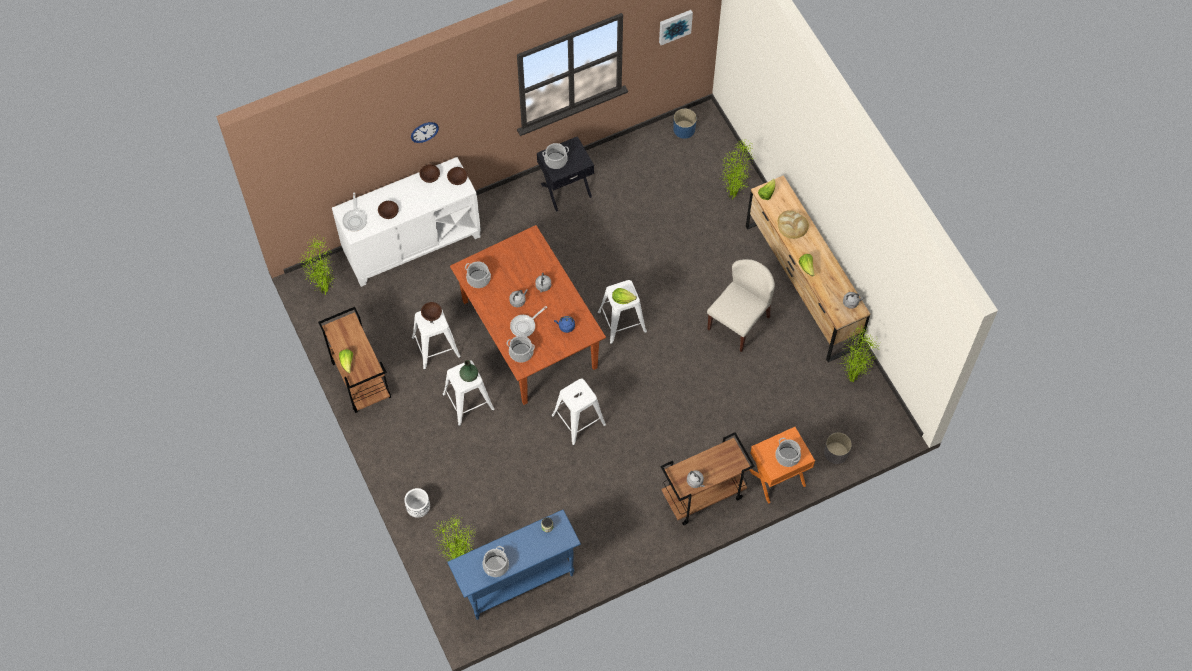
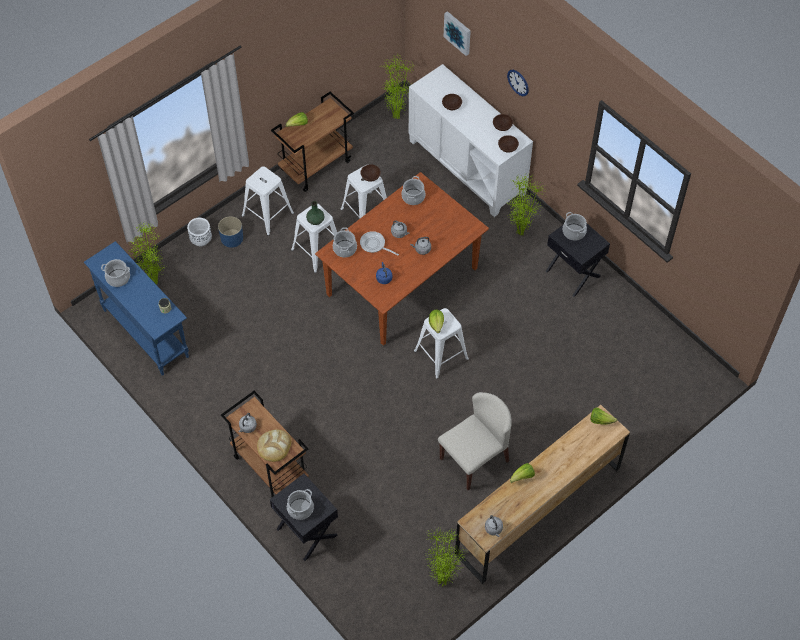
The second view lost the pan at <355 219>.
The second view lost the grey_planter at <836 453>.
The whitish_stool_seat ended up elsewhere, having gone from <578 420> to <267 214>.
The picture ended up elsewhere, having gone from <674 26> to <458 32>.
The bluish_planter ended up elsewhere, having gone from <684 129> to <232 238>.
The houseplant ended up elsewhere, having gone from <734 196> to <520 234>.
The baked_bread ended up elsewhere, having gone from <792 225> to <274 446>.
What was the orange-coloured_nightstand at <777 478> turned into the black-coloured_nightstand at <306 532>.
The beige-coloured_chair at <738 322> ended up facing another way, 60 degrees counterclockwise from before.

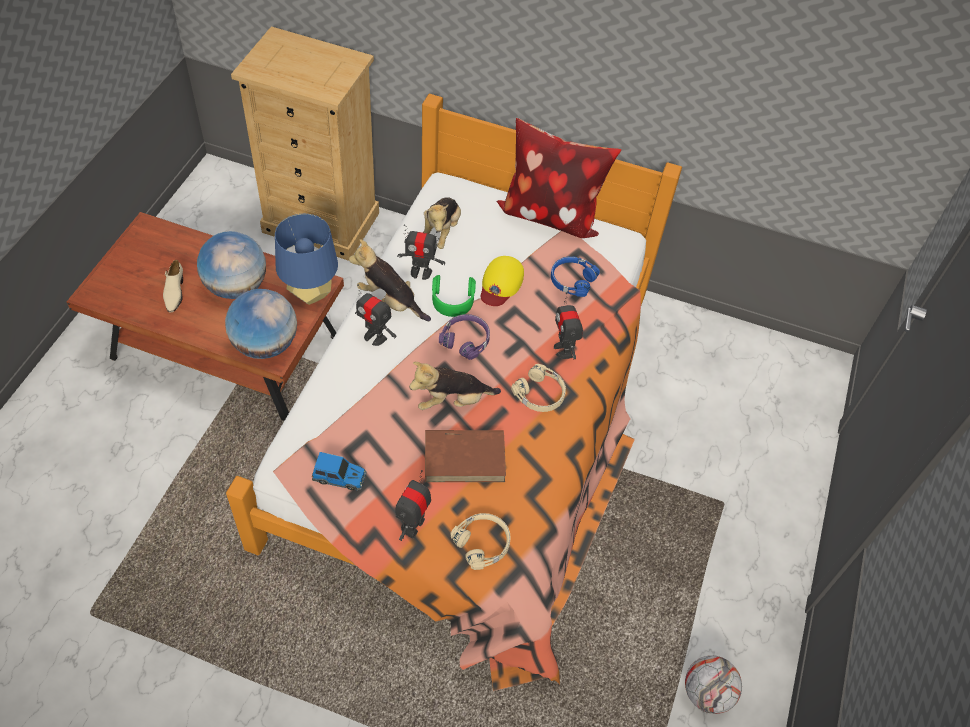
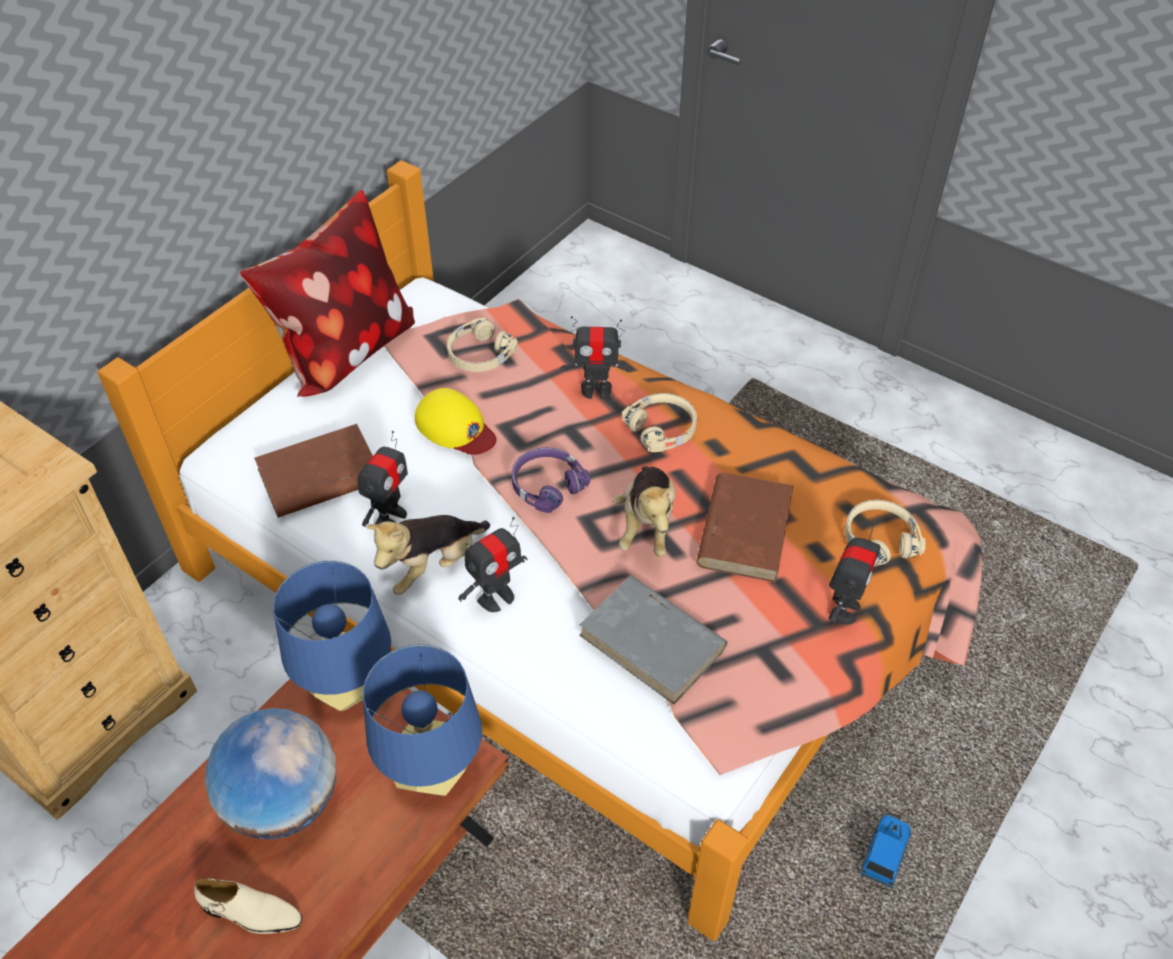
The second view lost the green_pair_of_headphones at <453 300>.
The second view lost the football at <707 693>.
The second view gained the grey_book at <653 642>.
The miniature_car ended up elsewhere, having gone from <340 477> to <884 854>.
Where the world_globe stood at <265 344>, the bluish_tabletop_lamp came to stand at <432 772>.
Where the plush_toy stood at <441 231>, the brown-coloured_book came to stand at <319 477>.
What was the bluish_pair_of_headphones at <572 280> turned into the beige-coloured_pair_of_headphones at <479 354>.
The robot_figure at <413 525> ended up facing another way, 105 degrees counterclockwise from before.

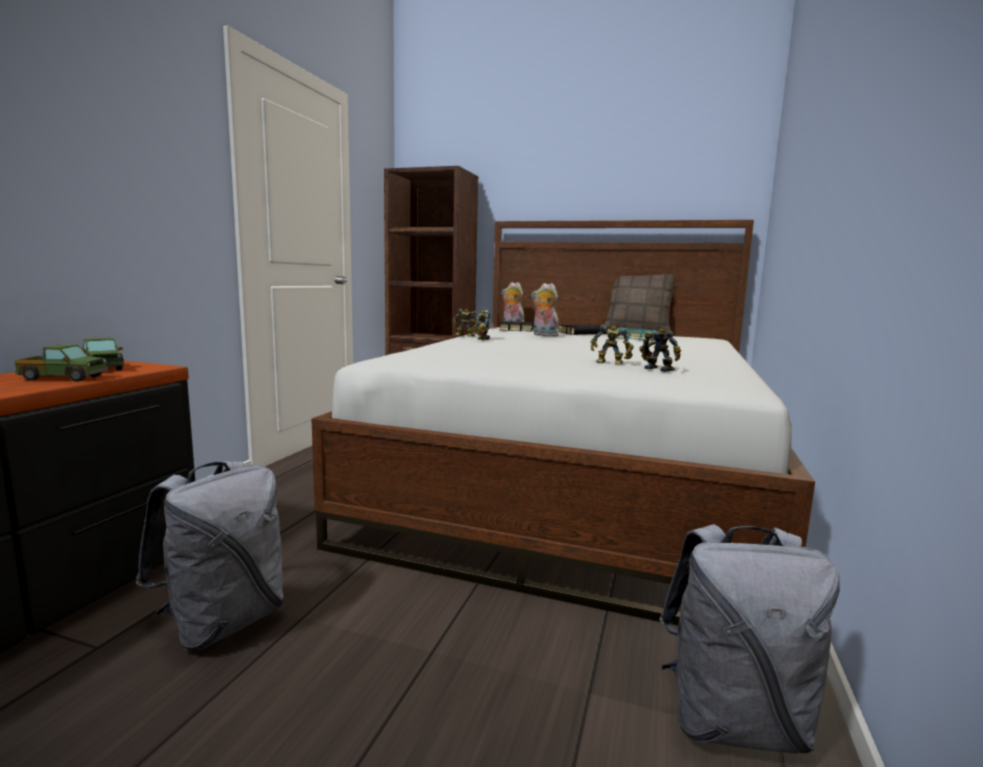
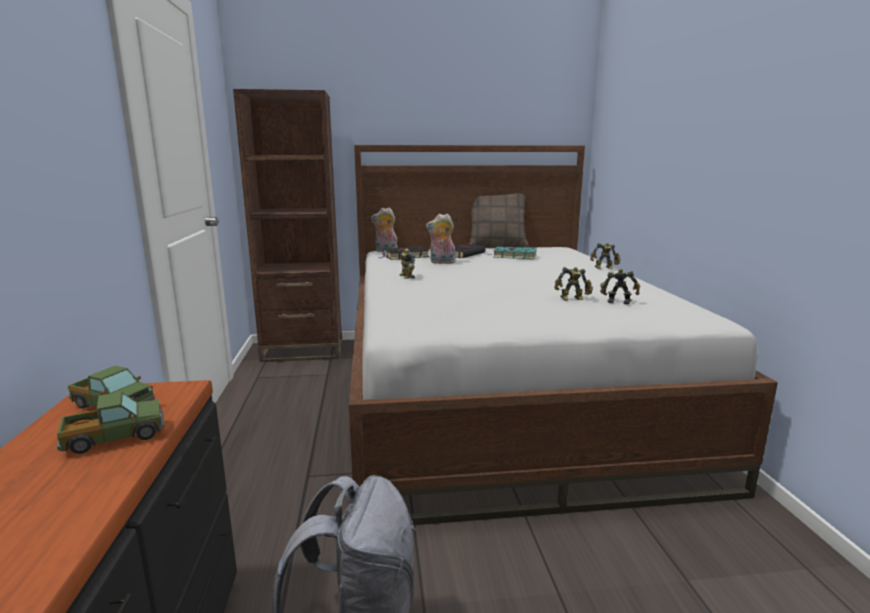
The second view lost the grey_backpack at <733 721>.
The robot_figure ended up elsewhere, having gone from <464 336> to <604 268>.

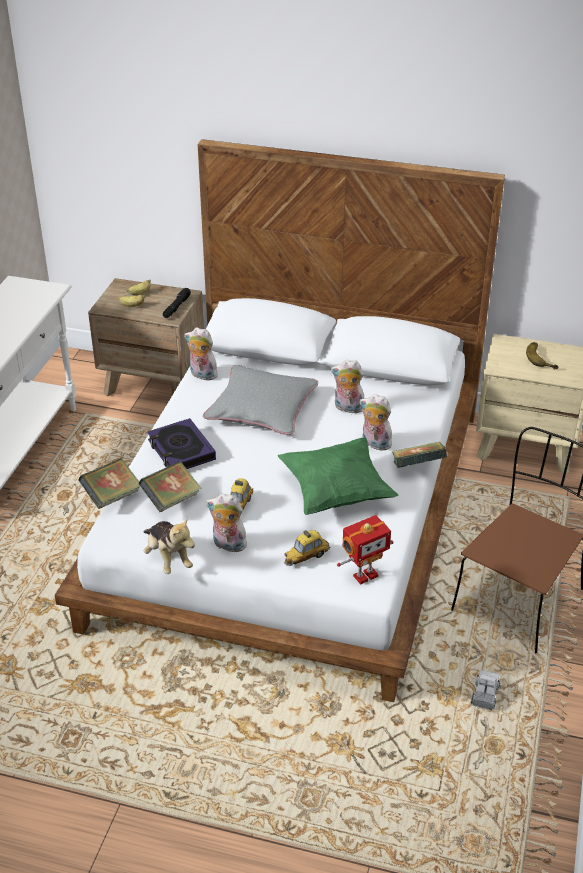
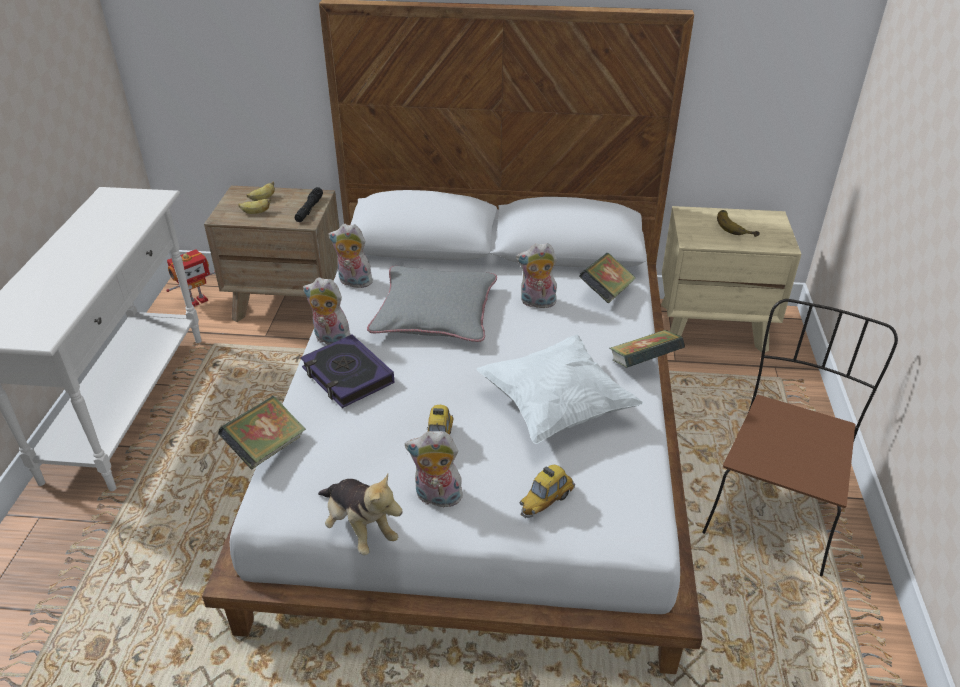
The second view lost the toy_lorry at <485 695>.
The book ended up elsewhere, having gone from <171 499> to <606 293>.
The robot_figure ended up elsewhere, having gone from <364 575> to <197 301>.
The plush_toy ended up elsewhere, having gone from <374 444> to <330 339>.
What was the green_throw_pillow at <336 492> turned into the whitish_throw_pillow at <556 407>.

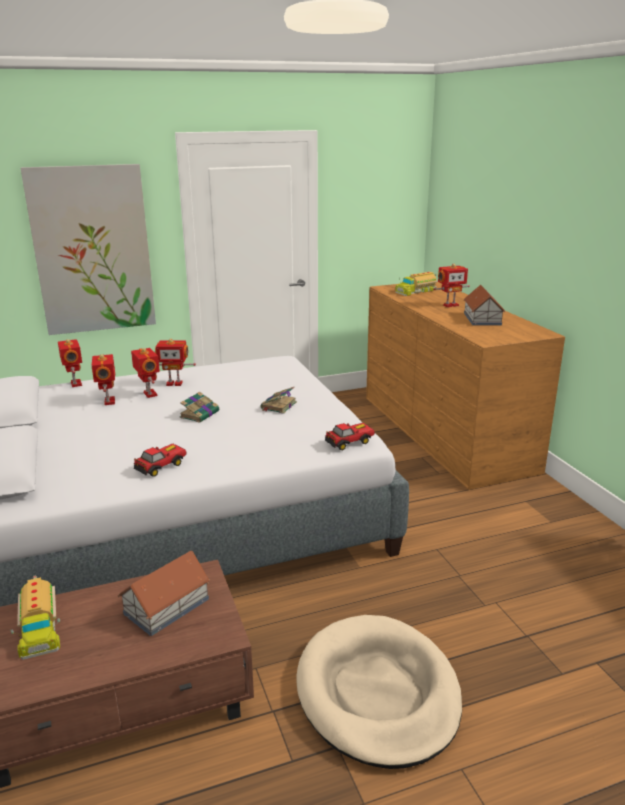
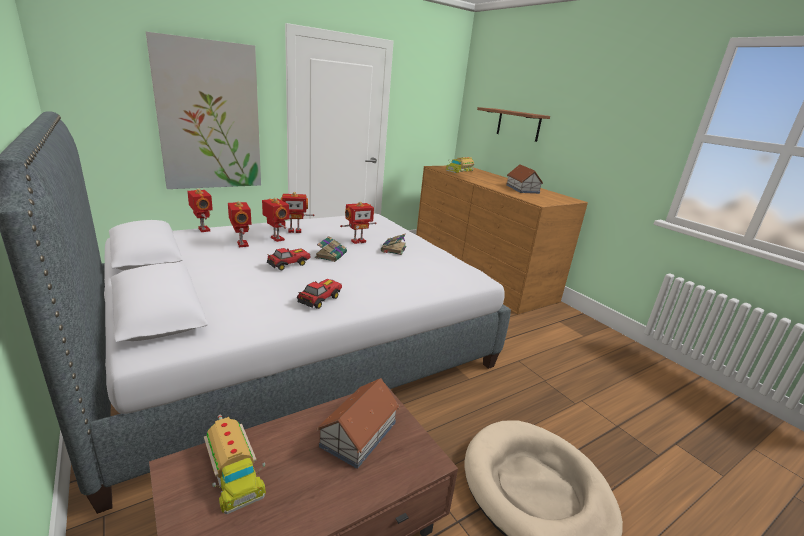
The second view gained the wall_shelf at <518 125>.
The miniature_car ended up elsewhere, having gone from <350 442> to <289 264>.
The robot_figure ended up elsewhere, having gone from <450 305> to <358 241>.

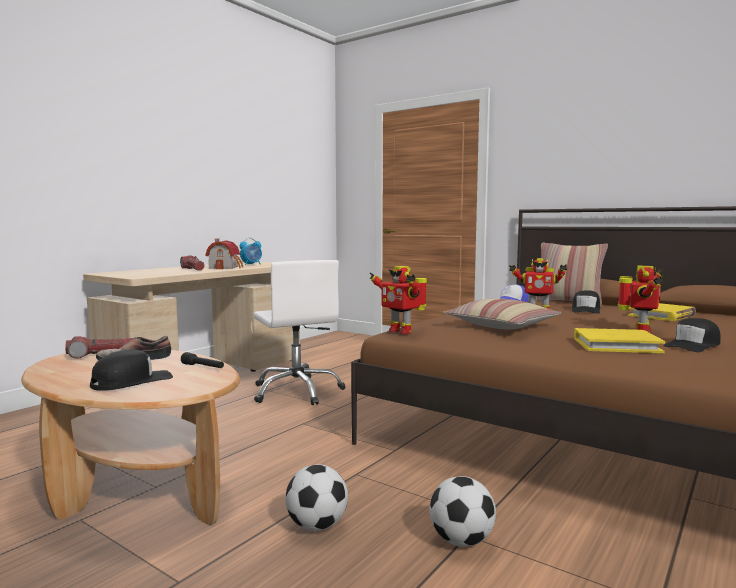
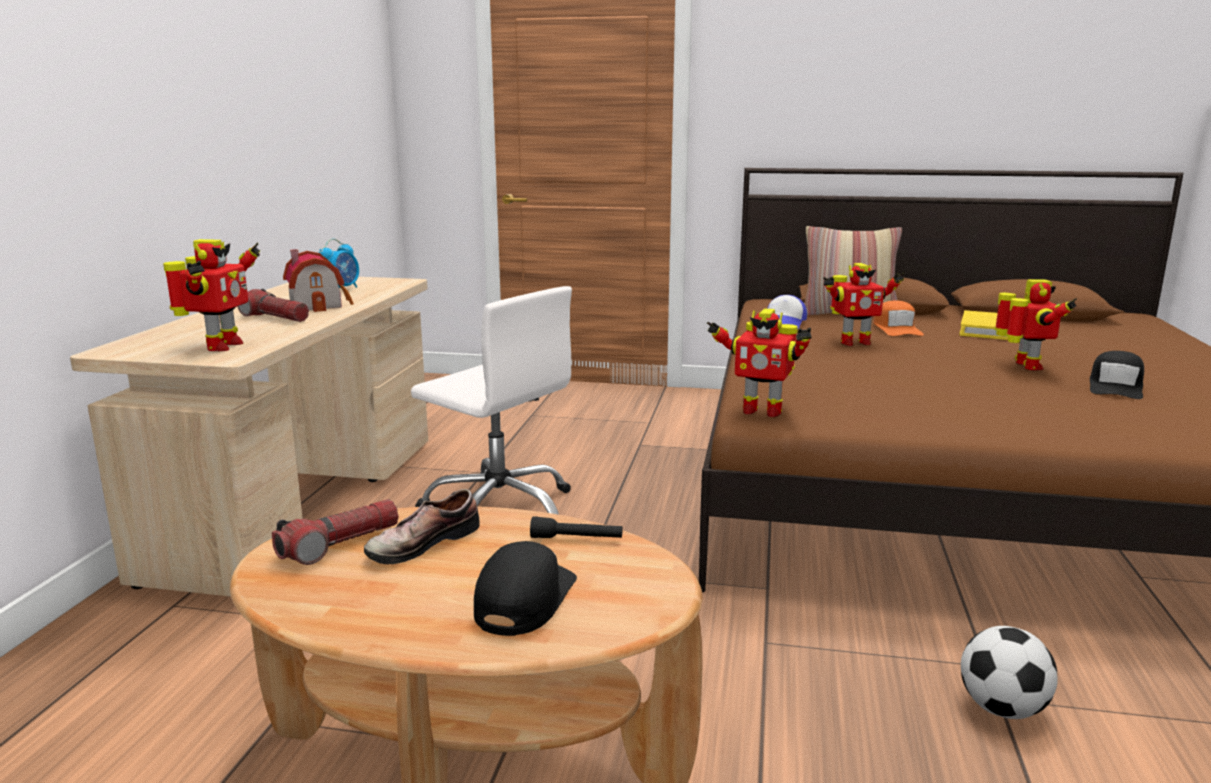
The second view lost the football at <317 526>.
The second view lost the throw_pillow at <501 326>.
The second view lost the yellowish_book at <616 345>.
The second view gained the robot_figure at <220 346>.
What was the black-coloured_cap at <586 310> turned into the orange-coloured_cap at <896 329>.

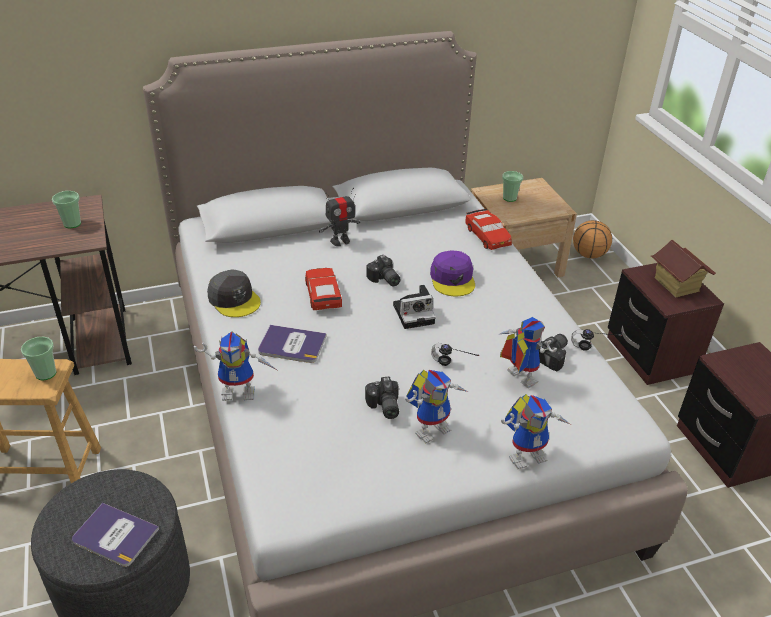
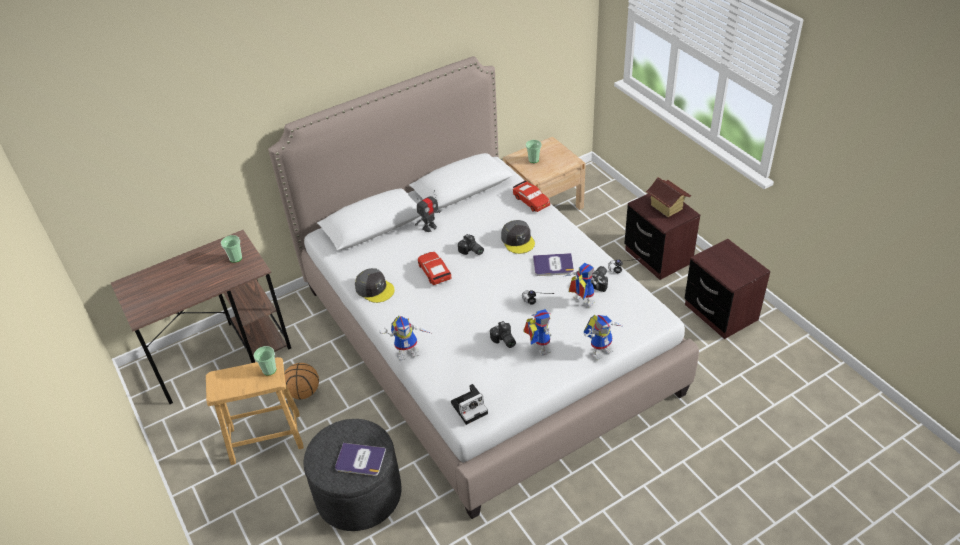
The book ended up elsewhere, having gone from <292 345> to <553 265>.
The photo_camera ended up elsewhere, having gone from <415 313> to <470 407>.
The basketball_ball ended up elsewhere, having gone from <589 255> to <304 392>.
What was the purple-coloured_cap at <452 279> turned into the grey_cap at <518 240>.
The robot_figure at <432 427> ended up facing another way, 60 degrees counterclockwise from before.

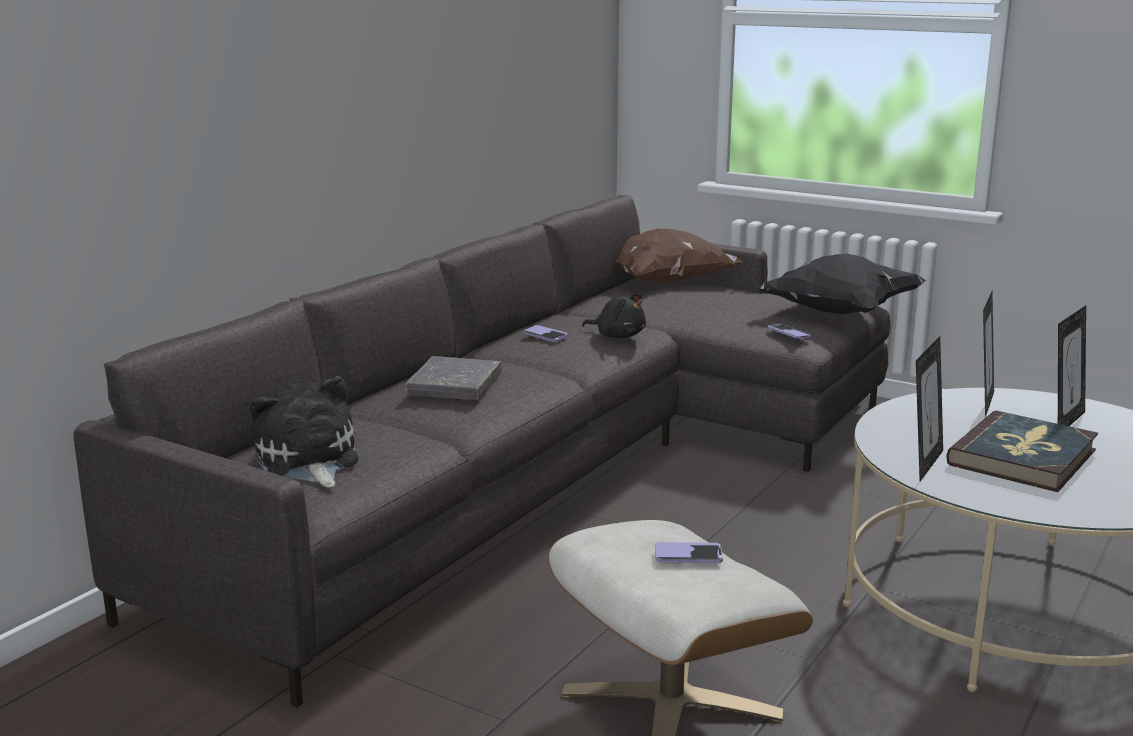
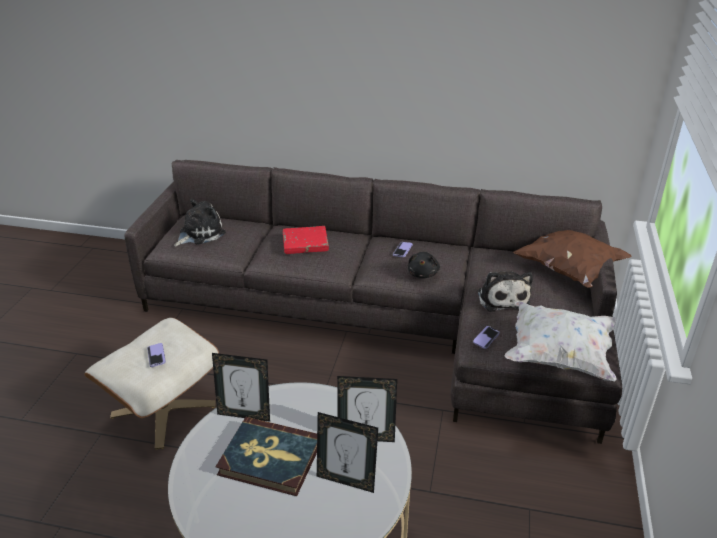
The second view gained the plush_toy at <502 297>.
What was the grey_book at <454 385> turned into the red-coloured_book at <305 243>.
What was the black-coloured_throw_pillow at <839 313> turned into the whitish_throw_pillow at <558 356>.

